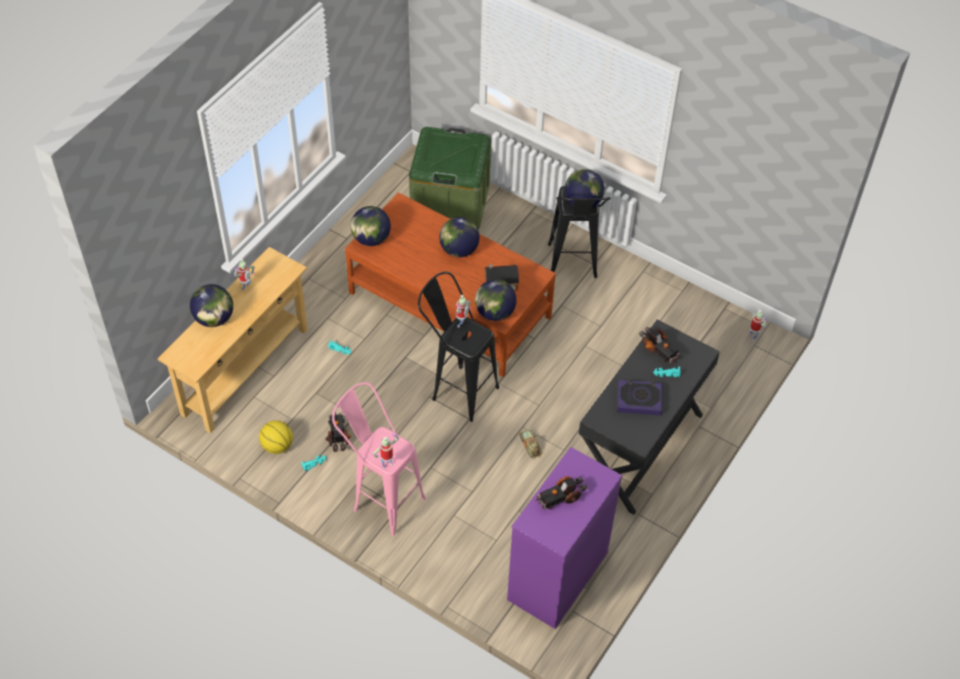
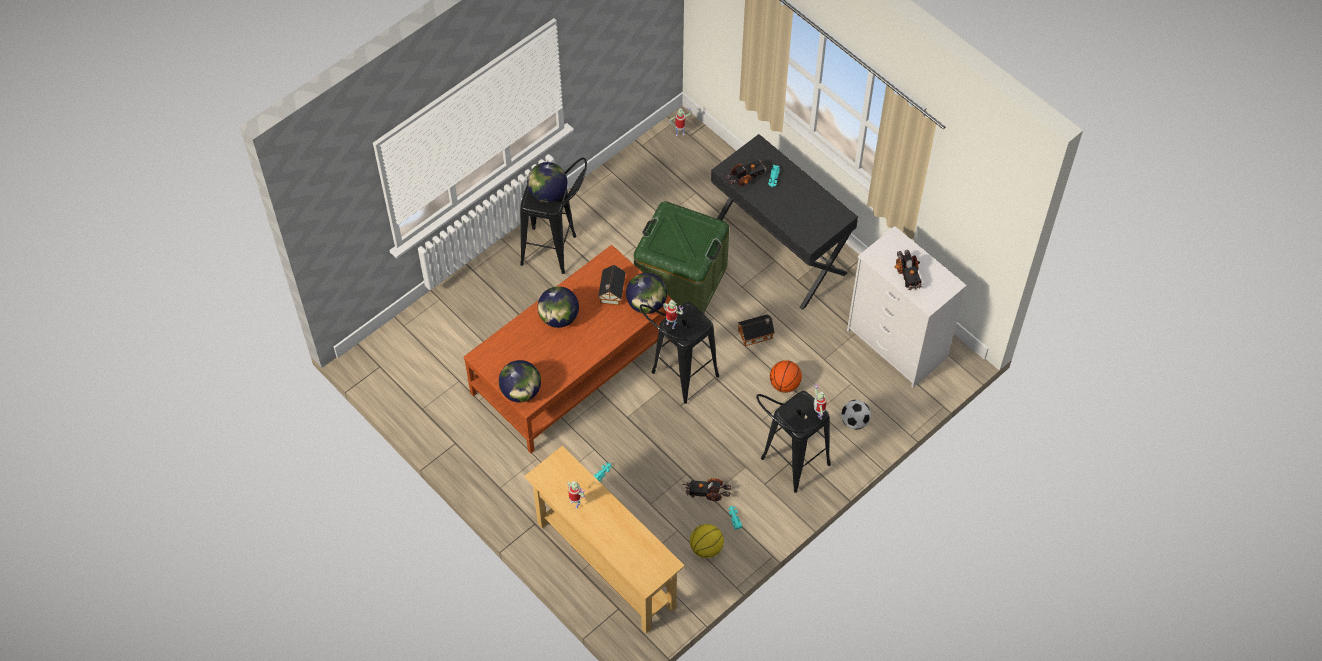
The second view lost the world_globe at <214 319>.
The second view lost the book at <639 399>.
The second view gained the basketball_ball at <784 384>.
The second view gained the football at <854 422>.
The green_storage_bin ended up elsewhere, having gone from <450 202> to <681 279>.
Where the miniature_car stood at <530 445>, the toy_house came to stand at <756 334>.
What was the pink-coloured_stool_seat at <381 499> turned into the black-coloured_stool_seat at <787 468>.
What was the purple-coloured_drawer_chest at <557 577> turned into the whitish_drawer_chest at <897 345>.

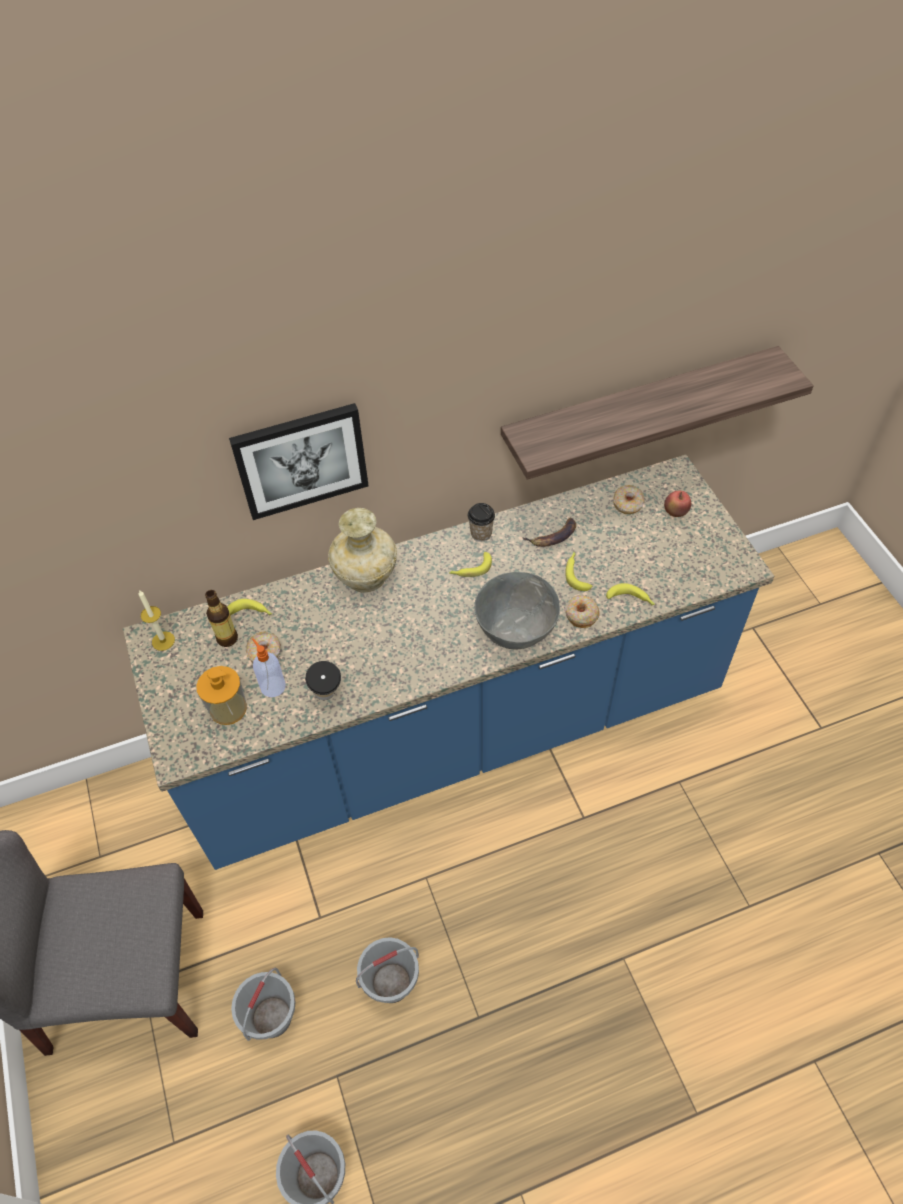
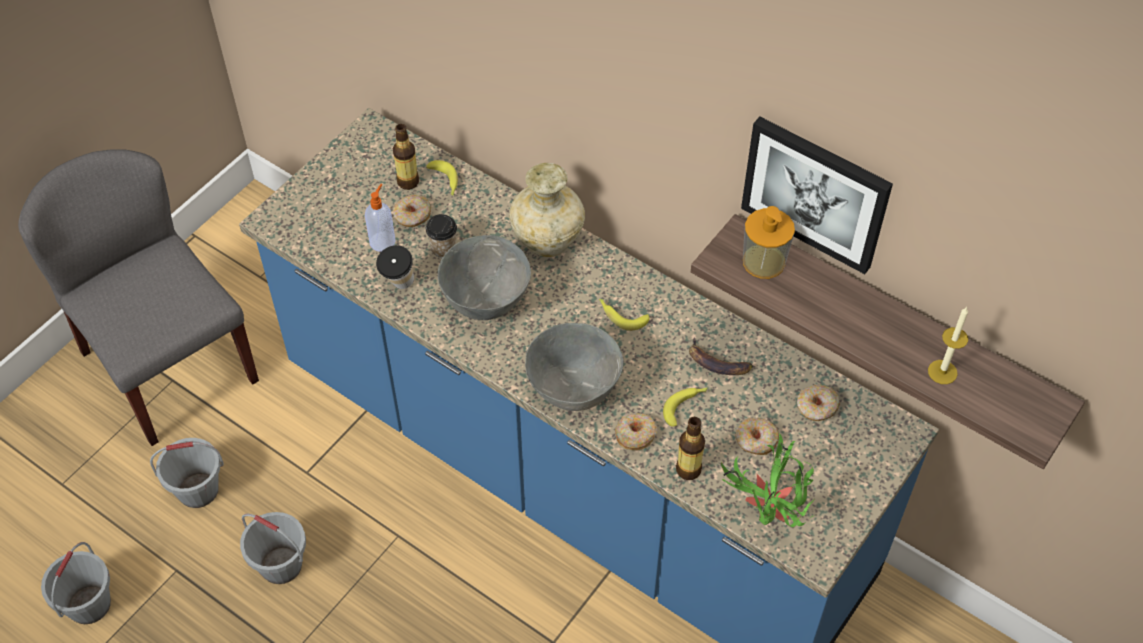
The second view lost the whole_apple at <675 513>.
The second view gained the grey_deep_dish at <485 302>.
The second view gained the houseplant at <766 520>.
The second view gained the ring_doughnut at <756 440>.
The candle ended up elsewhere, having gone from <163 641> to <942 372>.
The liquid_soap_bottle ended up elsewhere, having gone from <228 708> to <763 261>.
The picture ended up elsewhere, having gone from <301 460> to <816 193>.
The drinking_cup ended up elsewhere, having gone from <481 534> to <443 249>.
Where the banana stood at <631 600>, the bottle came to stand at <688 469>.

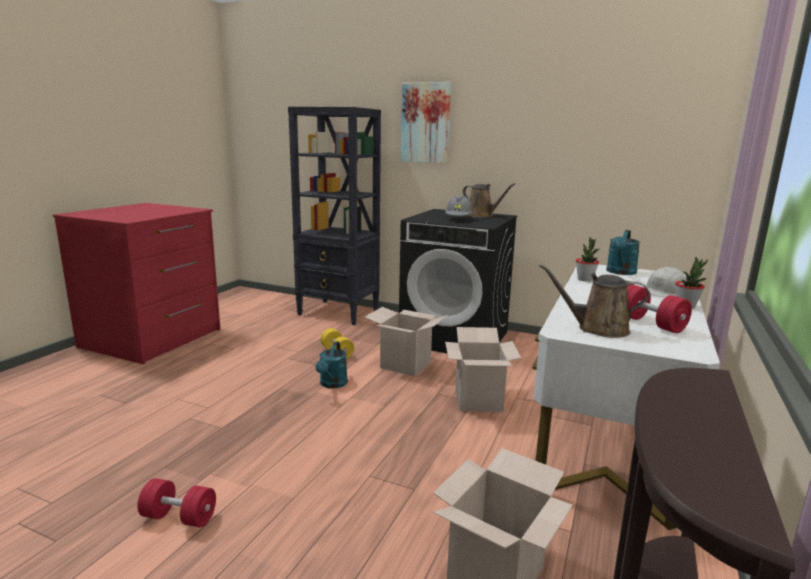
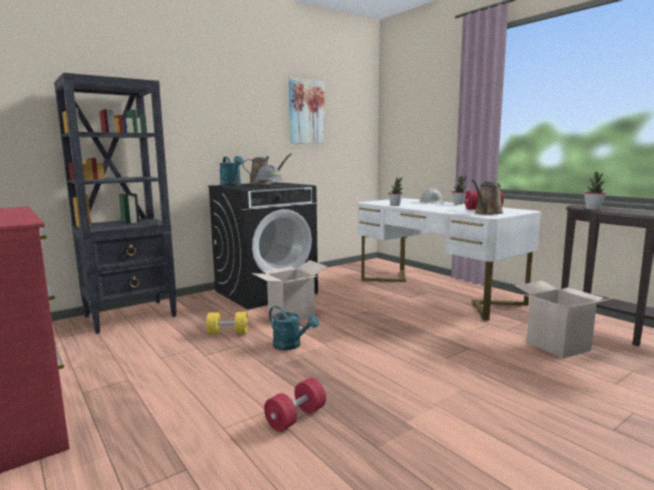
The second view lost the cardboard_box at <478 400>.
The second view gained the houseplant at <593 209>.
The red-coloured_hand_weight ended up elsewhere, having gone from <179 517> to <296 418>.
The picture ended up elsewhere, having gone from <425 123> to <306 112>.
The blue-green_watering_can ended up elsewhere, having gone from <620 272> to <232 186>.

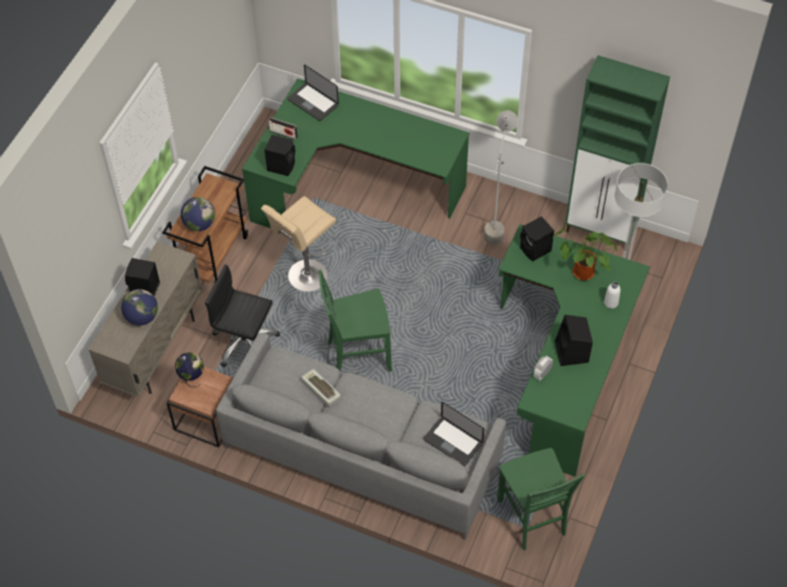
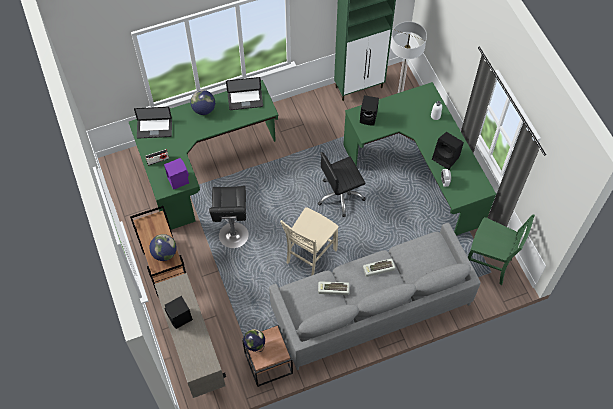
The second view lost the grey_standing_lamp at <496 223>.
The second view lost the houseplant at <581 273>.
The second view gained the computer_keyboard at <378 269>.
The world_globe ended up elsewhere, having gone from <142 317> to <204 109>.
The black-coloured_office_chair ended up elsewhere, having gone from <245 343> to <340 196>.
The laptop ended up elsewhere, having gone from <452 442> to <245 100>.
What was the beige-coloured_stool_seat at <305 278> turned into the black-coloured_stool_seat at <233 237>.
What was the black-coloured_speaker at <281 165> turned into the purple-coloured_speaker at <178 179>.
What was the green_chair at <357 355> turned into the beige-coloured_chair at <310 256>.

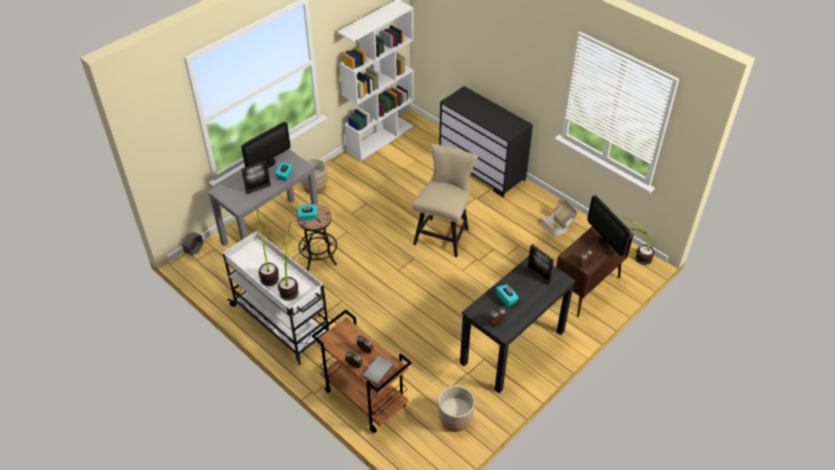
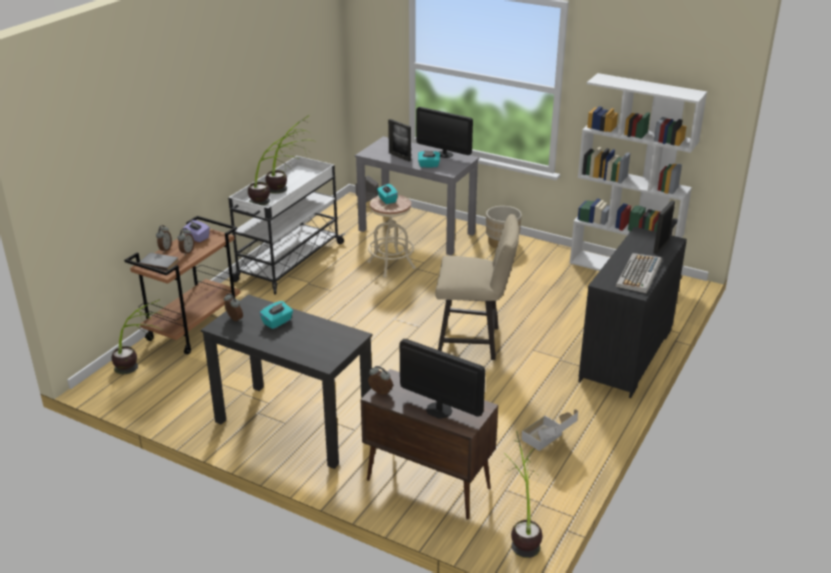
The second view lost the beige-coloured_planter at <455 419>.
The second view gained the houseplant at <140 368>.
The second view gained the purple-coloured_box_of_tissues at <197 237>.
The second view gained the computer_keyboard at <639 274>.
The picture_frame ended up elsewhere, having gone from <538 276> to <661 246>.
What was the black-coloured_stool_seat at <319 257> turned into the beige-coloured_stool_seat at <391 265>.
The monitor at <605 241> ended up facing another way, 75 degrees clockwise from before.

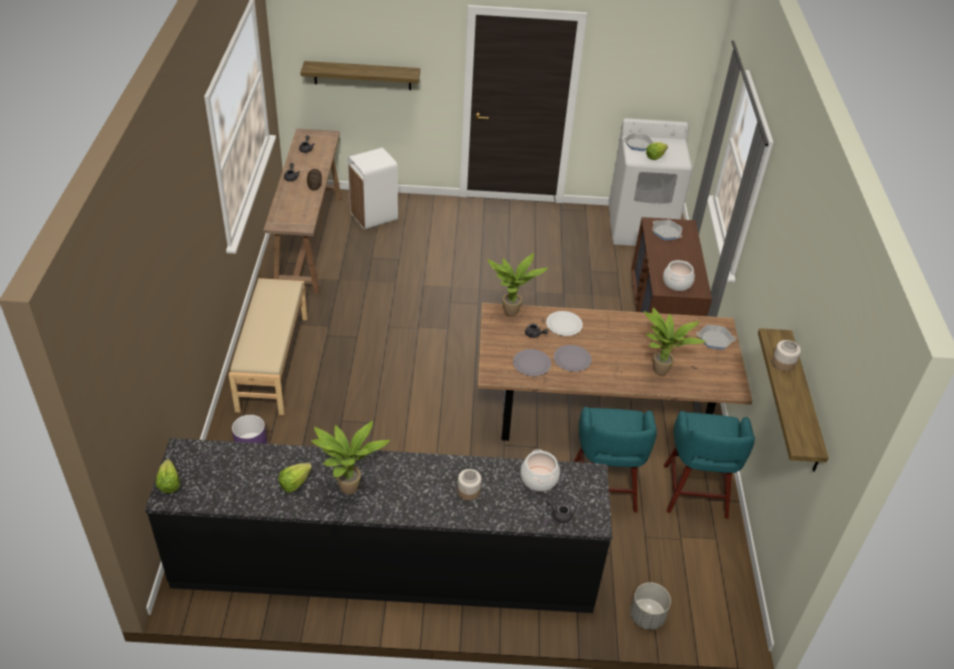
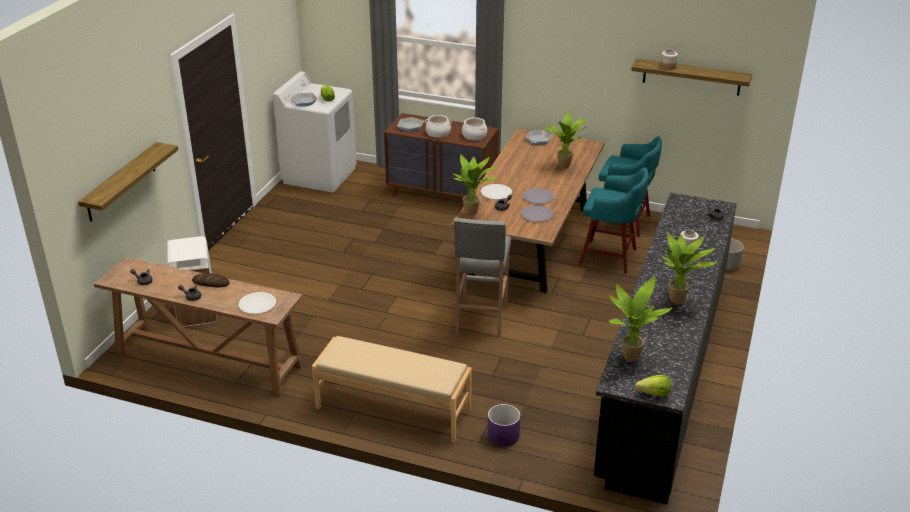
The second view lost the lettuce at <294 483>.
The second view gained the whitish_flat_dish at <257 304>.
The second view gained the grey_stool_seat at <481 319>.
The second view gained the houseplant at <629 356>.
The cooking_pot ended up elsewhere, having gone from <539 478> to <438 133>.

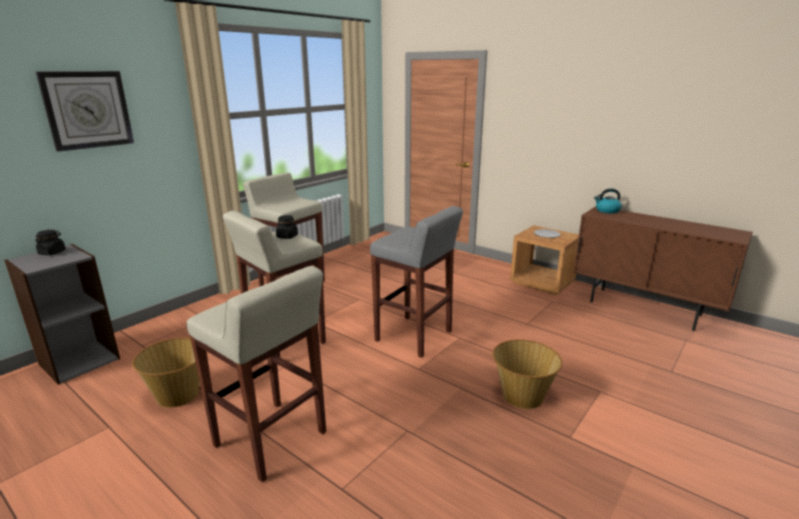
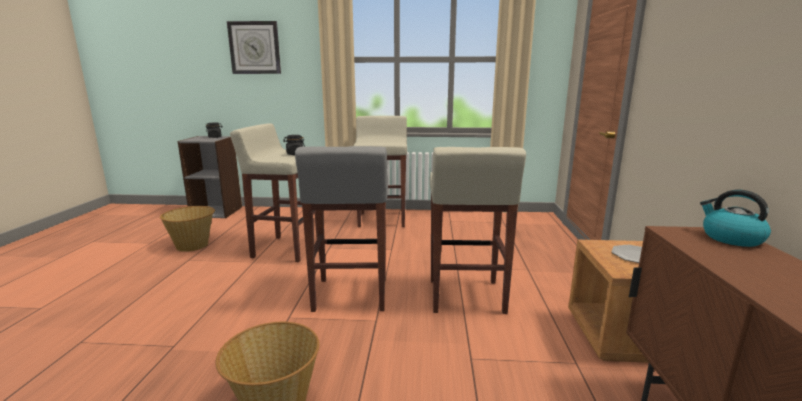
The beige-coloured_stool_seat ended up elsewhere, having gone from <271 440> to <466 297>.

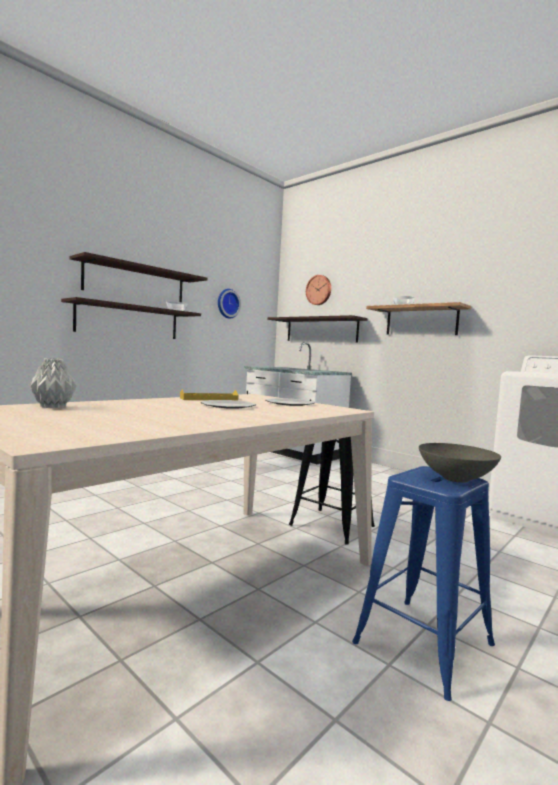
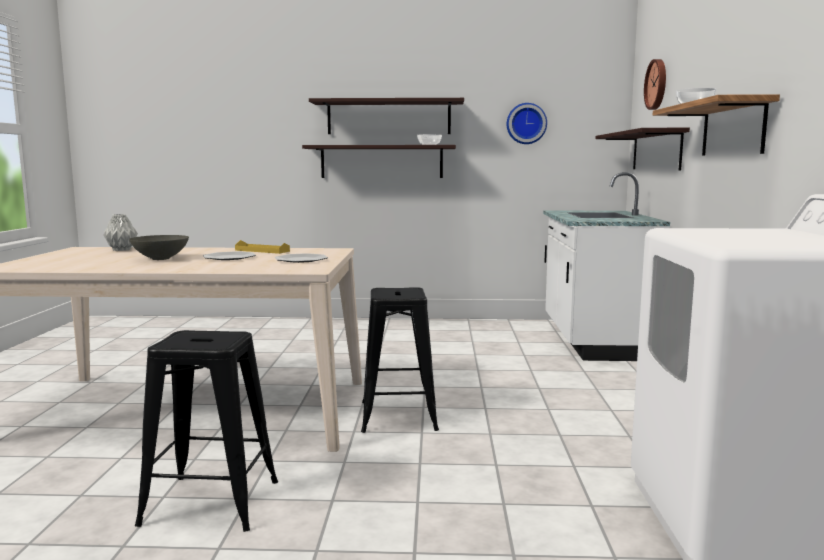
The grey_deep_dish ended up elsewhere, having gone from <454 479> to <160 258>.
What was the bluish_stool_seat at <424 643> turned into the black-coloured_stool_seat at <212 502>.

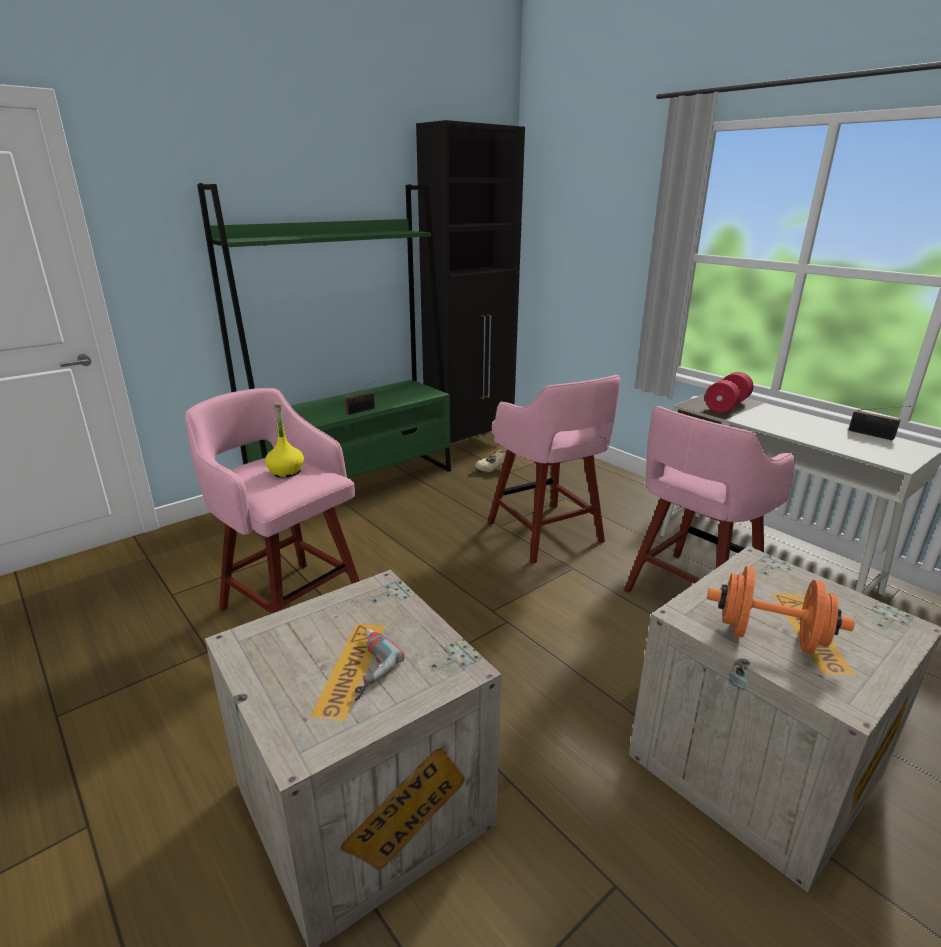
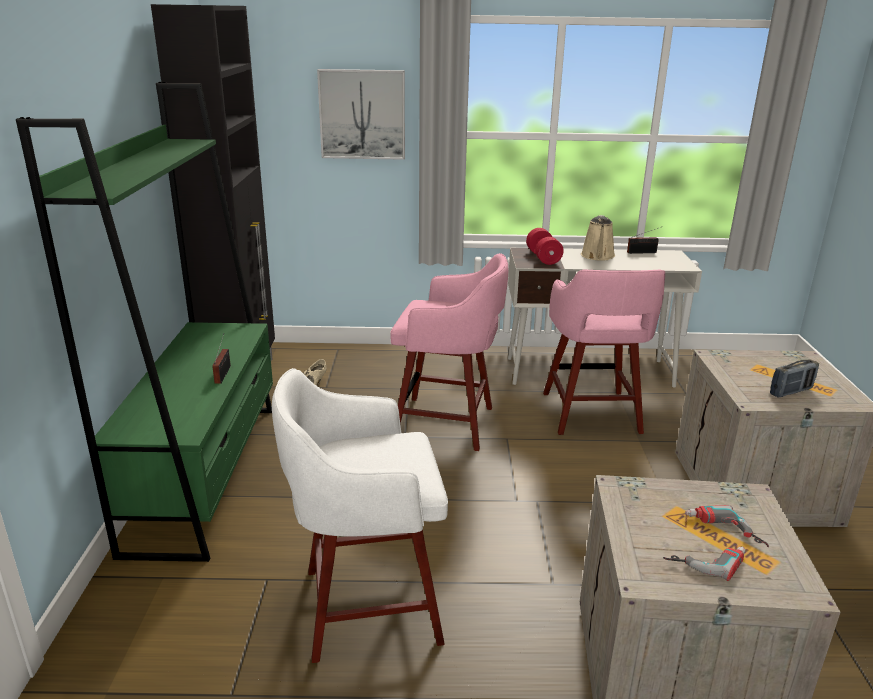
The second view lost the yellowish_bottle at <286 472>.
The second view gained the picture at <362 114>.
The second view gained the beige-coloured_watering_can at <598 256>.
The second view gained the drill at <705 559>.
Where the orange-coloured_hand_weight stood at <770 637>, the radio came to stand at <791 391>.
What was the pink-coloured_stool_seat at <291 602> turned into the whitish_stool_seat at <366 606>.

